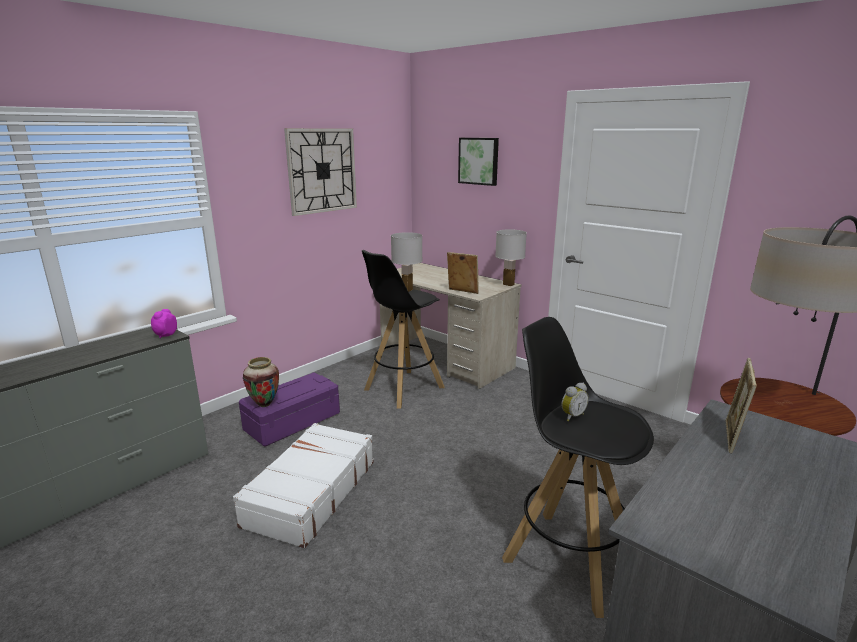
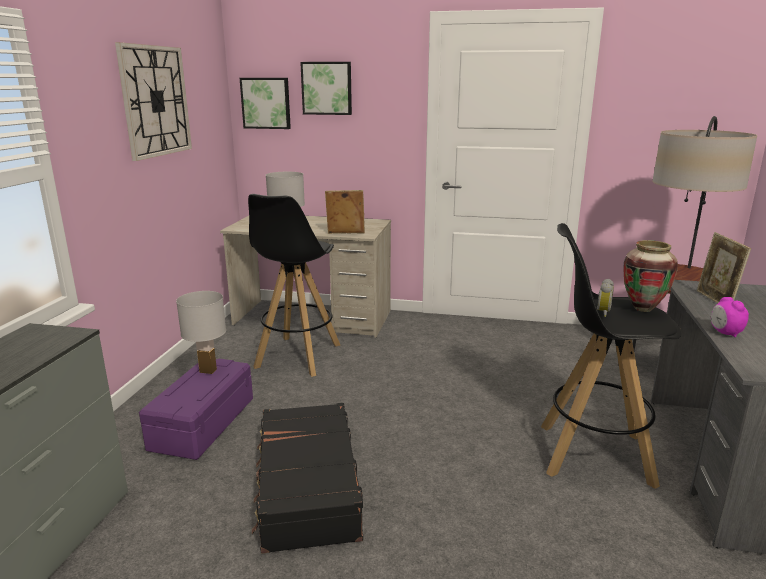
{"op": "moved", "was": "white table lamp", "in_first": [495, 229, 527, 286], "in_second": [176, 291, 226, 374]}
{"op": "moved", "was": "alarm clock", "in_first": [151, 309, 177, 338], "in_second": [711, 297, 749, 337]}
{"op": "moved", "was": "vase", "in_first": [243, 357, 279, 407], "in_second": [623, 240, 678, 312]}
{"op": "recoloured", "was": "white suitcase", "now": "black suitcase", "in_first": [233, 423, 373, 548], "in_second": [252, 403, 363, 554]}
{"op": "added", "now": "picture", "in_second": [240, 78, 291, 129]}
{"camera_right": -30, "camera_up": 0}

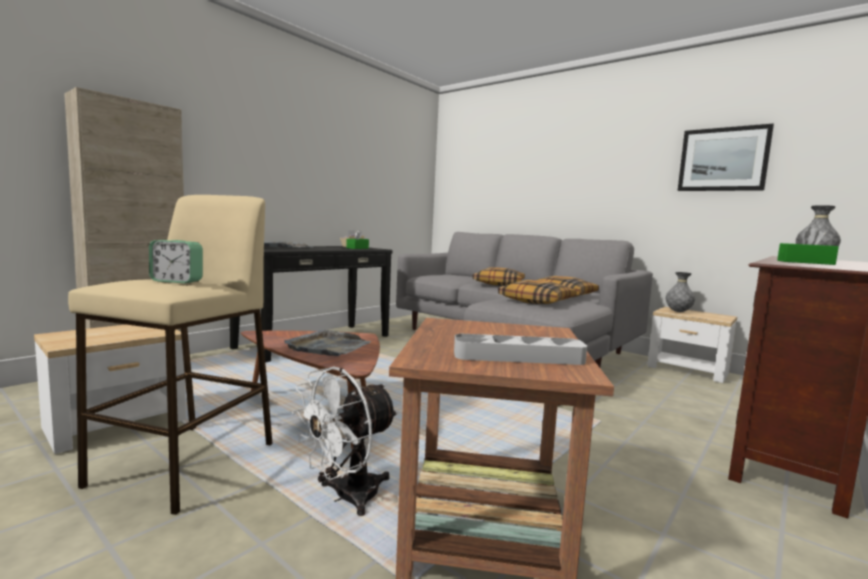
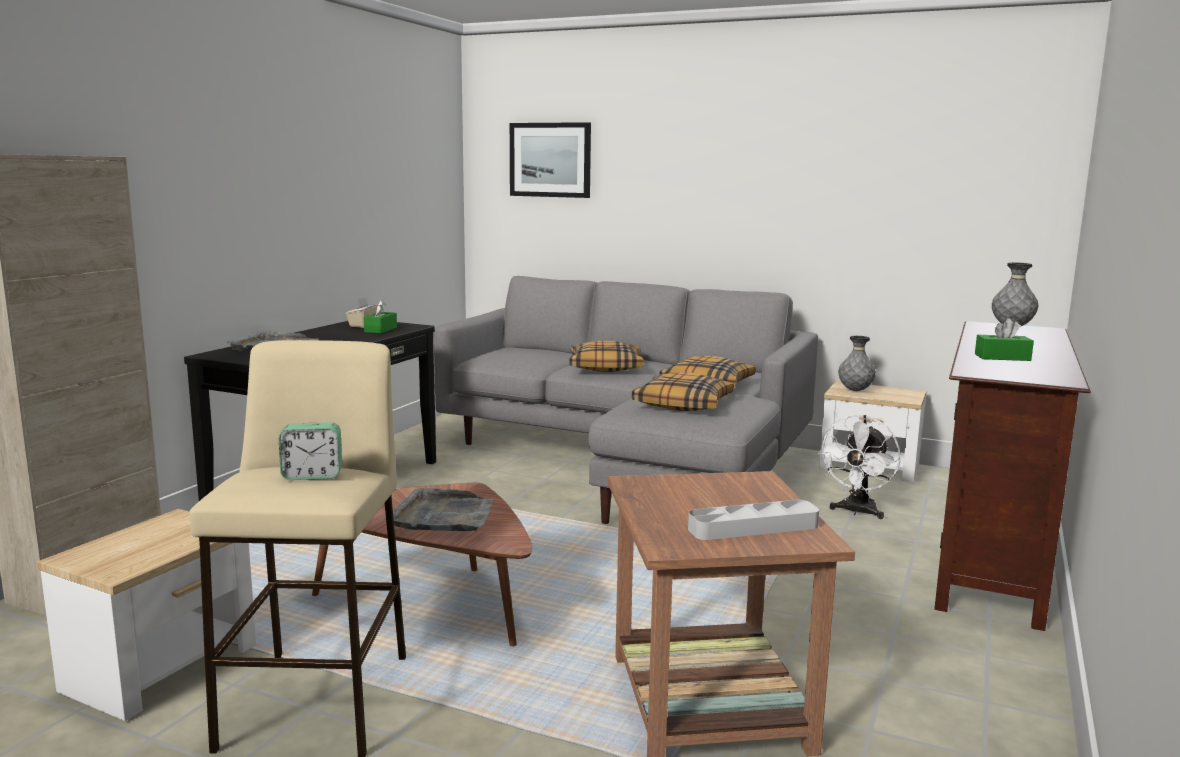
{"op": "moved", "was": "picture", "in_first": [678, 123, 774, 191], "in_second": [510, 122, 591, 198]}
{"op": "moved", "was": "white fan", "in_first": [292, 366, 398, 516], "in_second": [818, 415, 900, 519]}
{"camera_right": -15, "camera_up": 5}

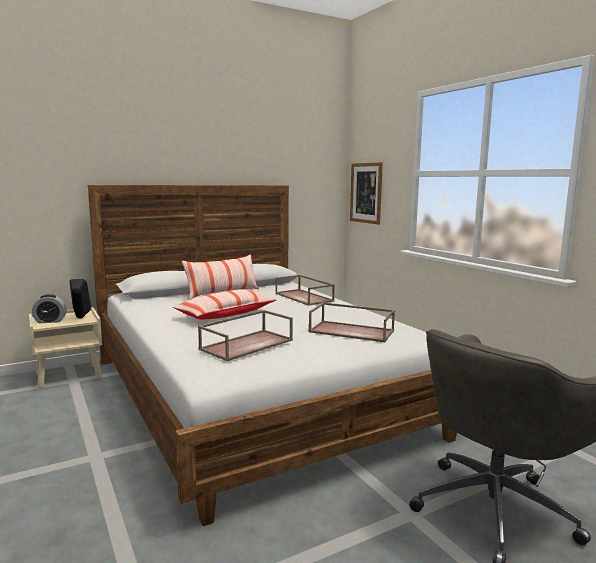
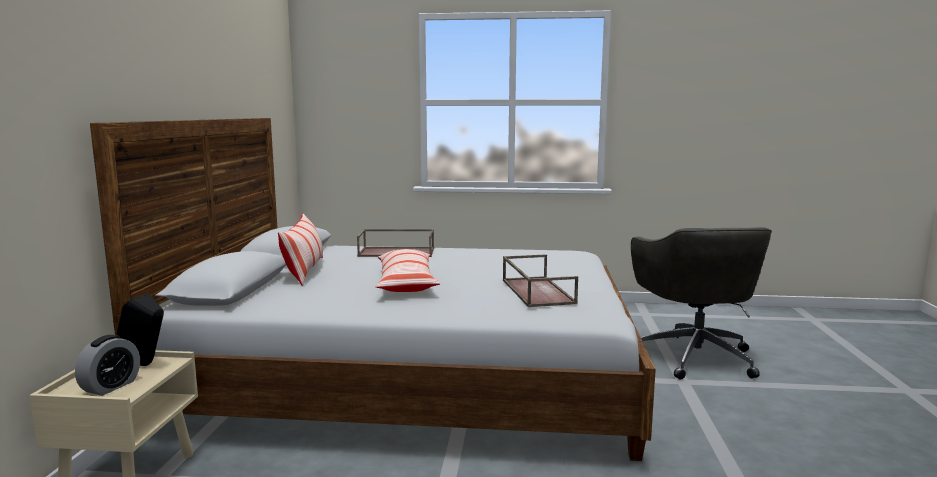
{"op": "removed", "was": "picture", "in_first": [350, 162, 383, 225]}
{"op": "removed", "was": "brown tray", "in_first": [309, 302, 395, 342]}
{"camera_right": -55, "camera_up": 0}

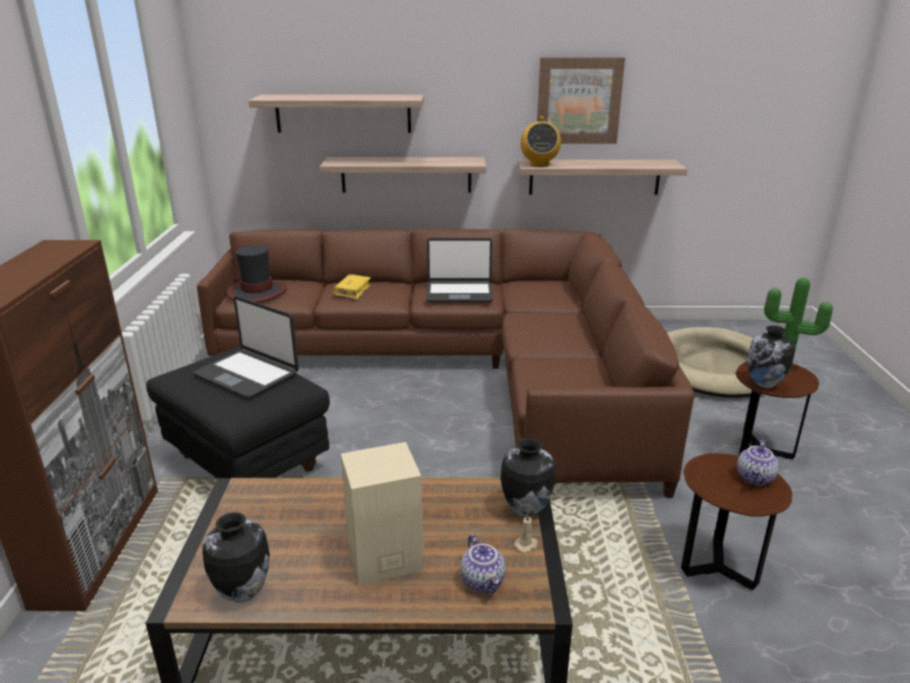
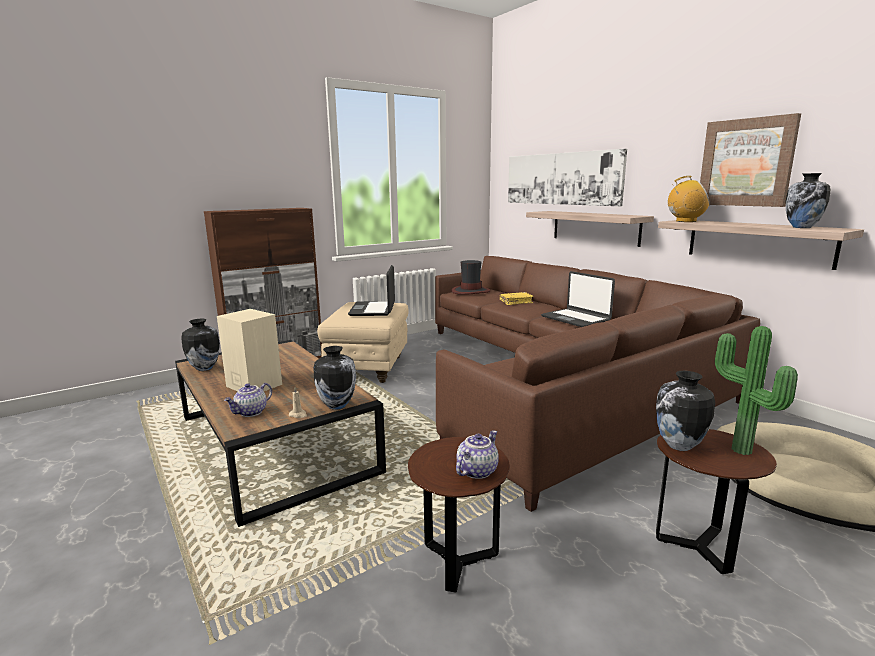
{"op": "replaced", "was": "shelf", "now": "picture", "in_first": [249, 95, 424, 133], "in_second": [508, 149, 627, 206]}
{"op": "turned", "was": "radio", "in_first": [521, 116, 561, 167], "in_second": [668, 176, 710, 222], "clockwise": -135}
{"op": "recoloured", "was": "black ottoman", "now": "beige ottoman", "in_first": [146, 346, 330, 478], "in_second": [317, 302, 408, 383]}
{"op": "turned", "was": "teapot", "in_first": [737, 440, 779, 486], "in_second": [456, 431, 499, 479], "clockwise": 135}
{"op": "added", "now": "vase", "in_second": [786, 173, 831, 228]}
{"camera_right": 55, "camera_up": -10}

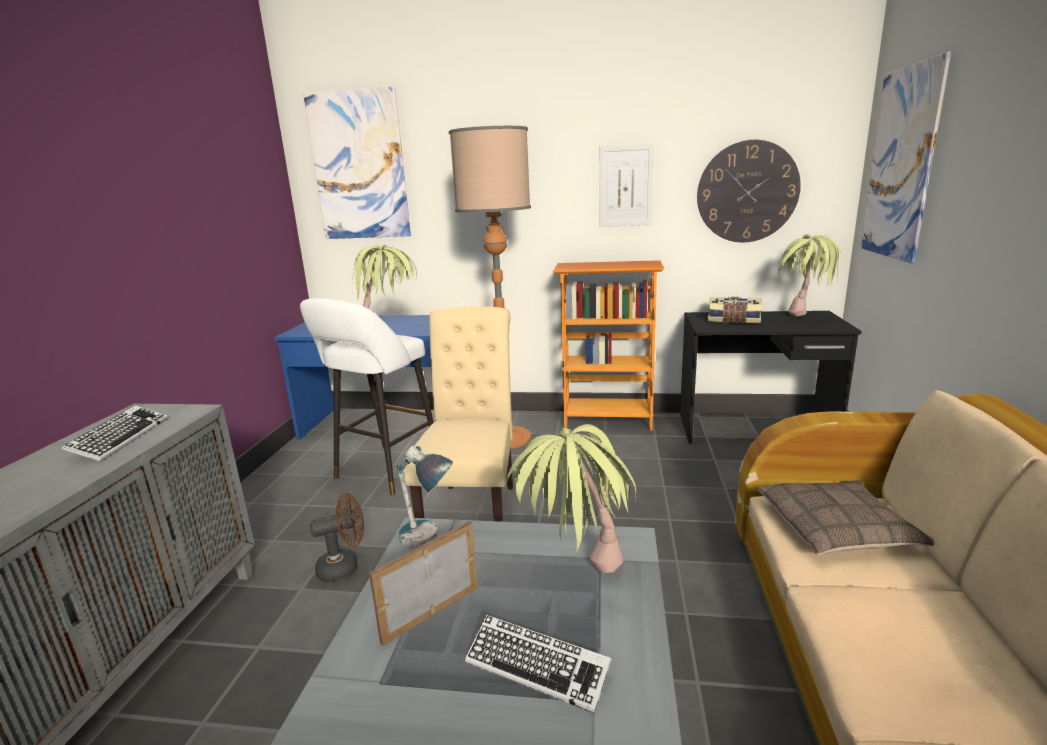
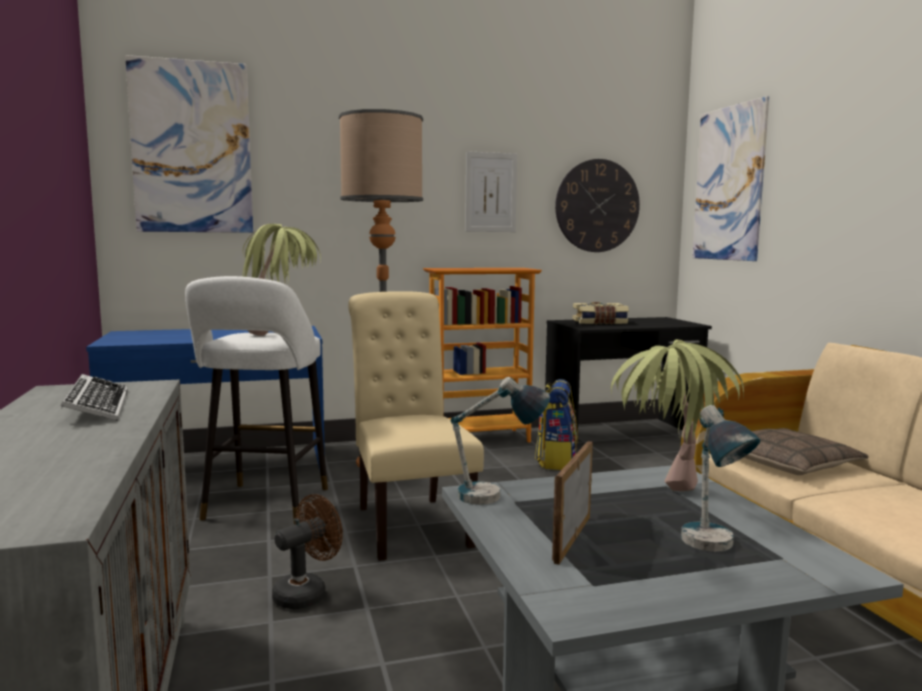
{"op": "removed", "was": "potted plant", "in_first": [778, 235, 843, 317]}
{"op": "replaced", "was": "keyboard", "now": "table lamp", "in_first": [465, 615, 611, 714], "in_second": [681, 405, 761, 552]}
{"op": "added", "now": "backpack", "in_second": [535, 379, 578, 470]}
{"camera_right": -25, "camera_up": -10}

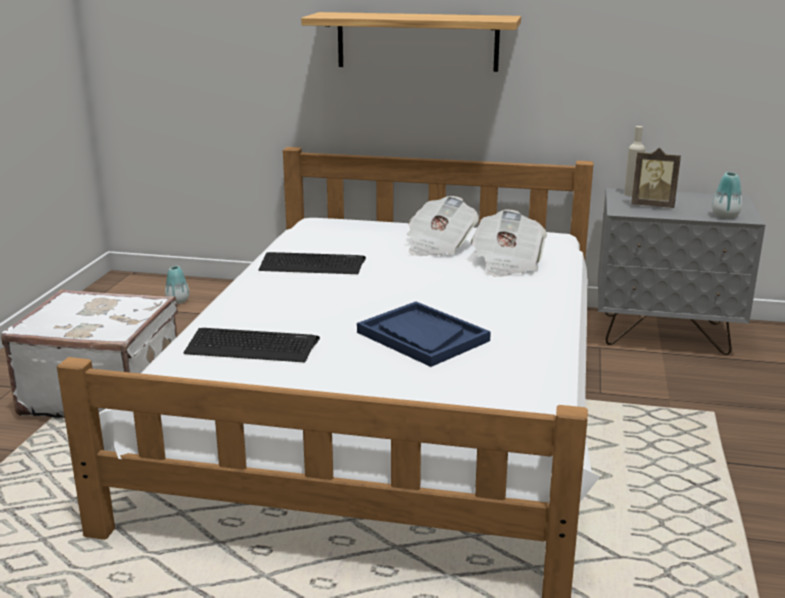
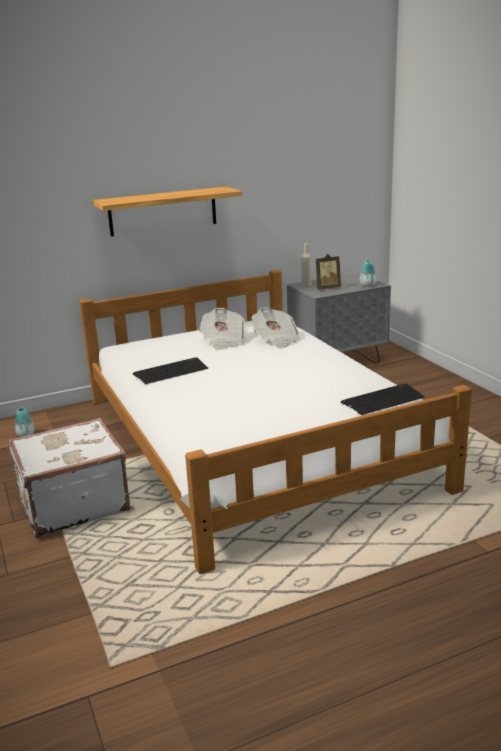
{"op": "removed", "was": "blue tray", "in_first": [357, 302, 491, 367]}
{"op": "moved", "was": "keyboard", "in_first": [184, 328, 320, 362], "in_second": [341, 384, 425, 415]}
{"camera_right": -35, "camera_up": 0}

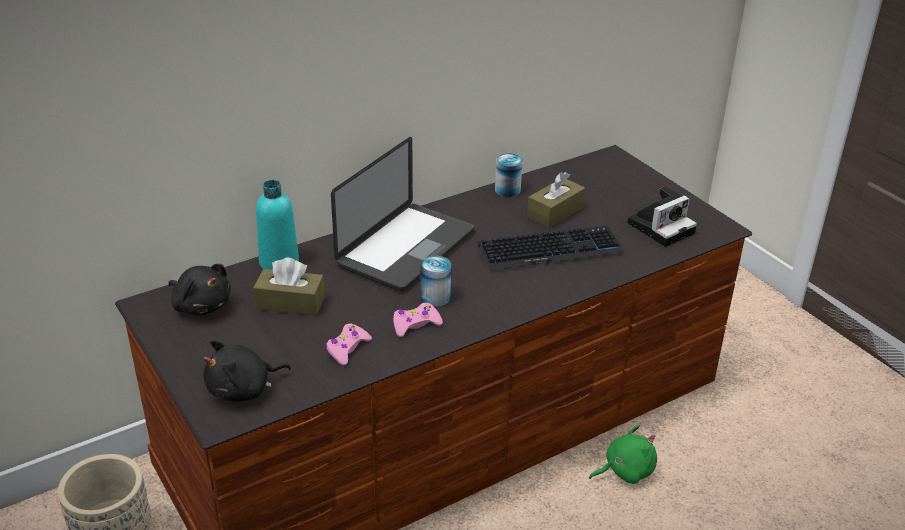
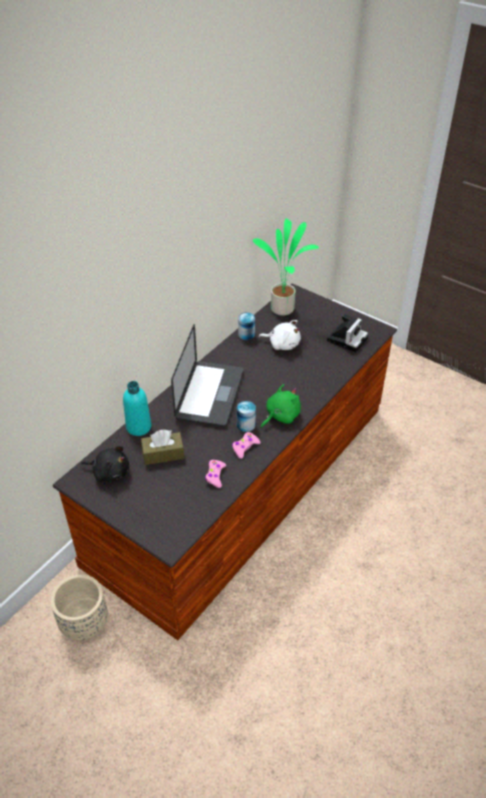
{"op": "replaced", "was": "brown tissue box", "now": "white plush toy", "in_first": [527, 172, 585, 228], "in_second": [259, 320, 301, 350]}
{"op": "removed", "was": "keyboard", "in_first": [478, 225, 624, 271]}
{"op": "removed", "was": "black plush toy", "in_first": [203, 340, 291, 402]}
{"op": "moved", "was": "green plush toy", "in_first": [589, 425, 657, 484], "in_second": [260, 384, 301, 428]}
{"op": "added", "now": "potted plant", "in_second": [253, 218, 319, 315]}
{"camera_right": -20, "camera_up": 10}

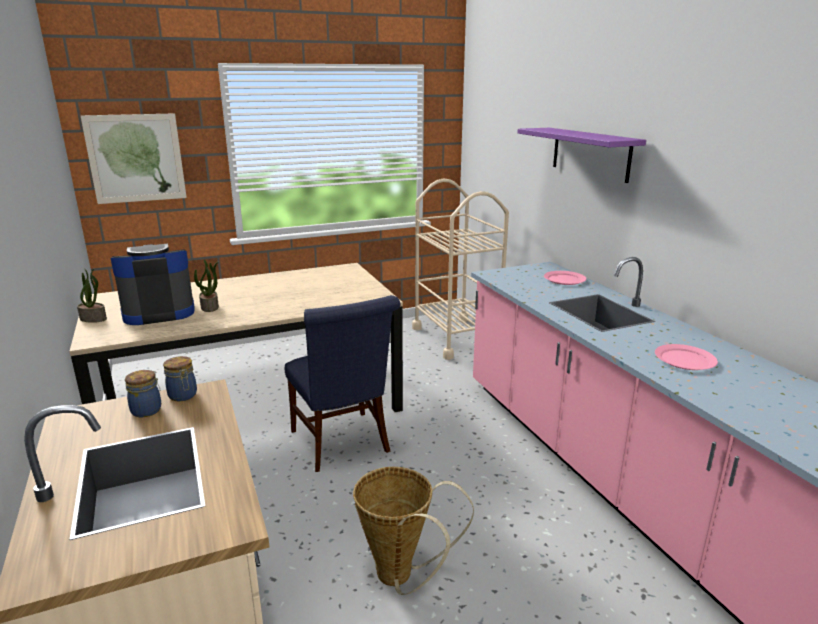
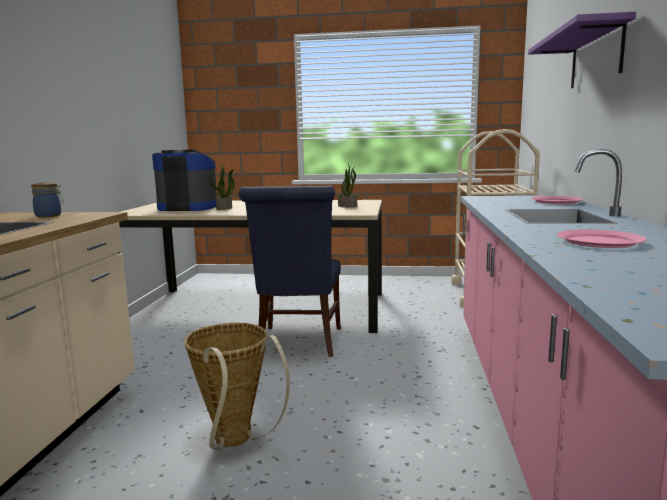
{"op": "removed", "was": "picture", "in_first": [81, 113, 187, 204]}
{"op": "moved", "was": "potted plant", "in_first": [77, 268, 107, 323], "in_second": [338, 164, 357, 208]}
{"op": "removed", "was": "jar", "in_first": [163, 356, 197, 401]}
{"camera_right": 30, "camera_up": -10}

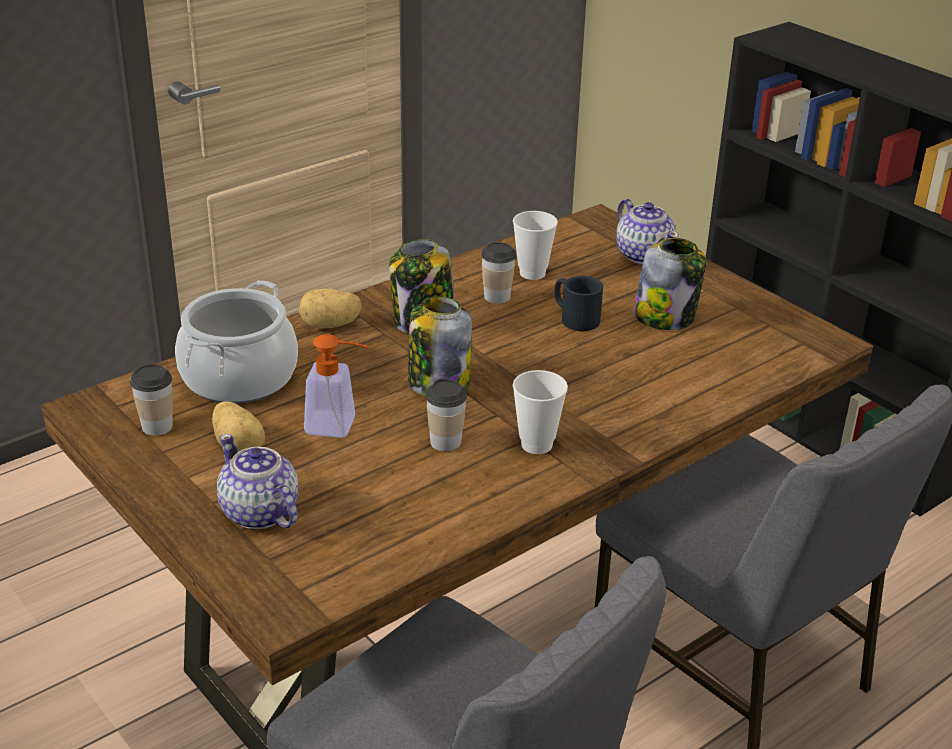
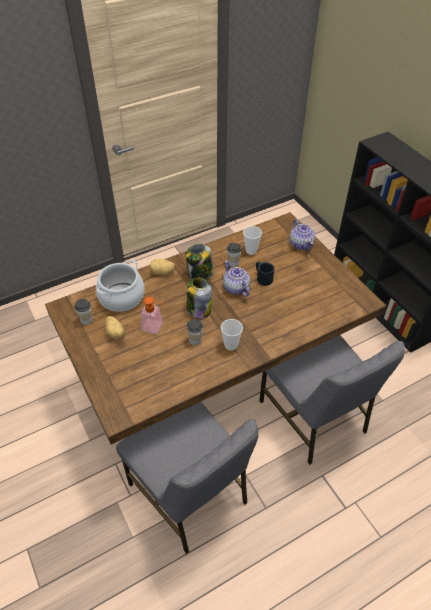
{"op": "removed", "was": "jar", "in_first": [634, 238, 707, 330]}
{"op": "moved", "was": "teapot", "in_first": [217, 434, 299, 529], "in_second": [223, 260, 250, 297]}
{"camera_right": 10, "camera_up": 15}

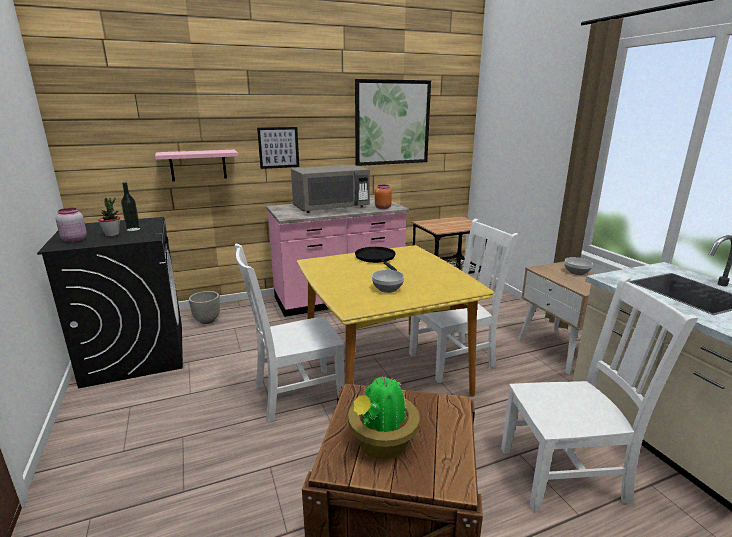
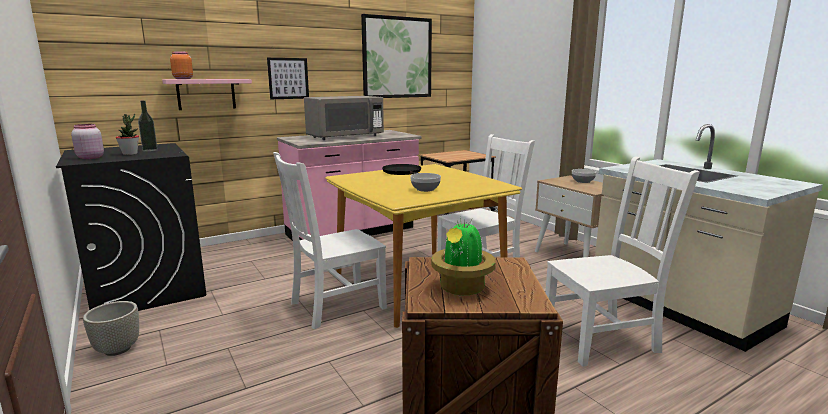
{"op": "moved", "was": "orange jar", "in_first": [375, 185, 392, 209], "in_second": [170, 51, 193, 79]}
{"op": "moved", "was": "grey planter", "in_first": [189, 291, 220, 324], "in_second": [83, 301, 139, 356]}
{"camera_right": -10, "camera_up": -5}

